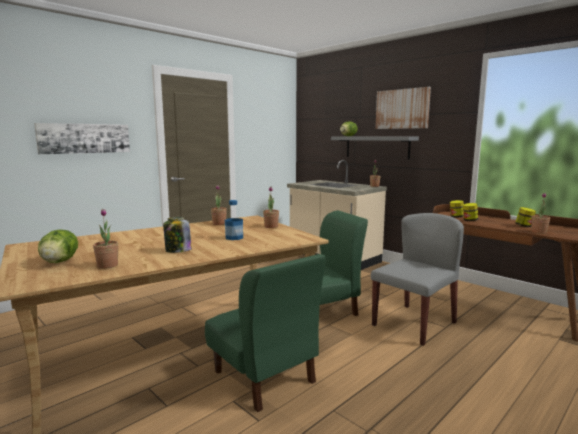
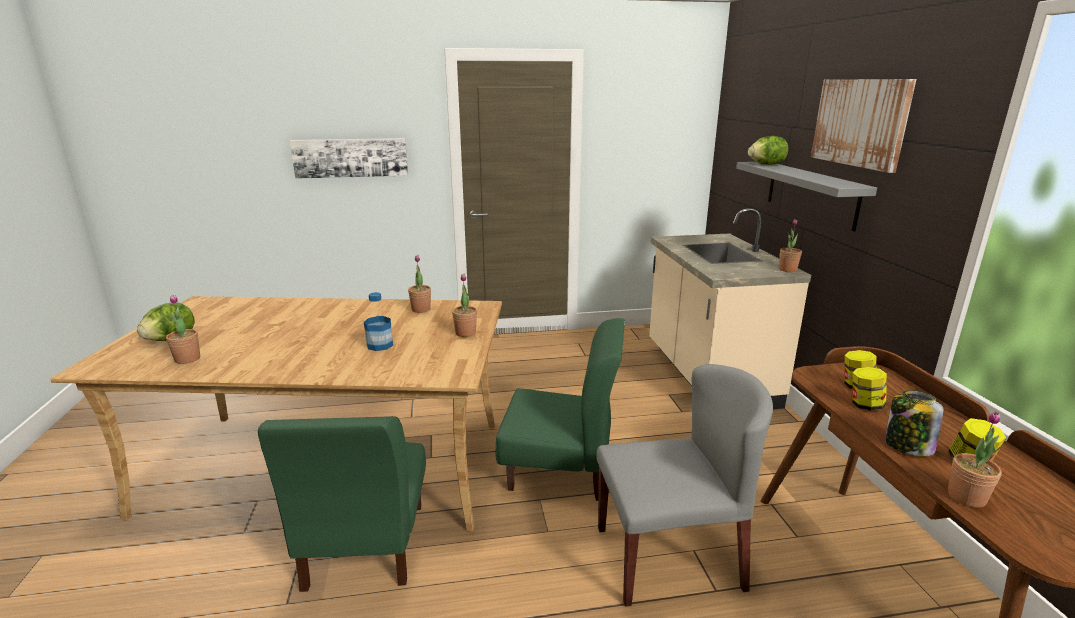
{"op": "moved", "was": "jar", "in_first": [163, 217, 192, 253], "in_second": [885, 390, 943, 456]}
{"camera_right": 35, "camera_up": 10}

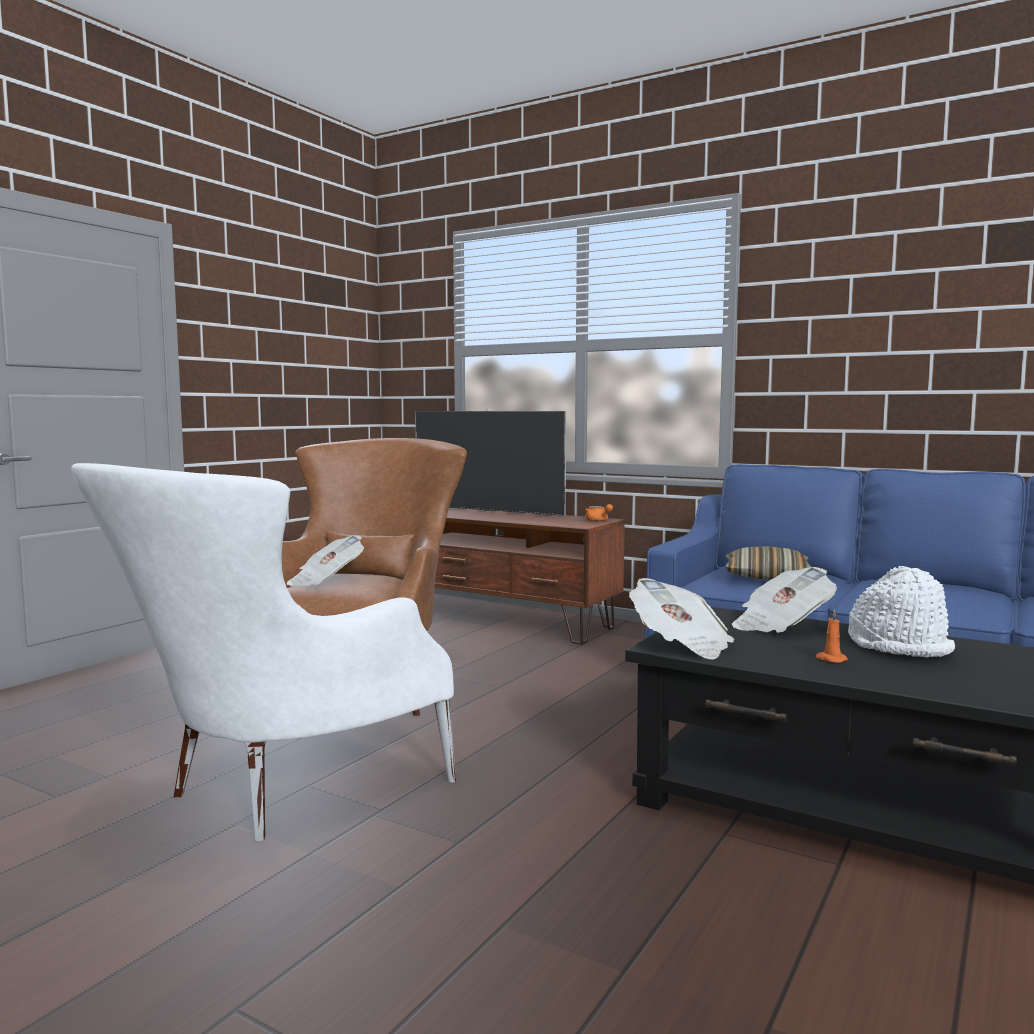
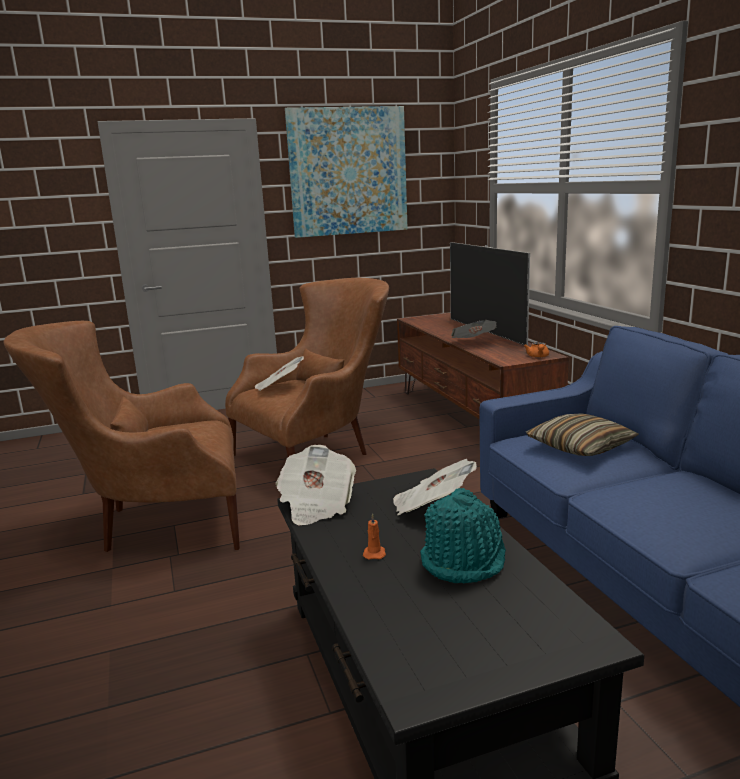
{"op": "recoloured", "was": "white armchair", "now": "brown armchair", "in_first": [71, 463, 456, 841], "in_second": [4, 321, 240, 552]}
{"op": "recoloured", "was": "white hat", "now": "turquoise hat", "in_first": [848, 566, 955, 658], "in_second": [420, 488, 506, 584]}
{"op": "added", "now": "picture", "in_second": [285, 106, 408, 238]}
{"op": "added", "now": "newspaper", "in_second": [451, 320, 497, 338]}
{"camera_right": 40, "camera_up": 10}

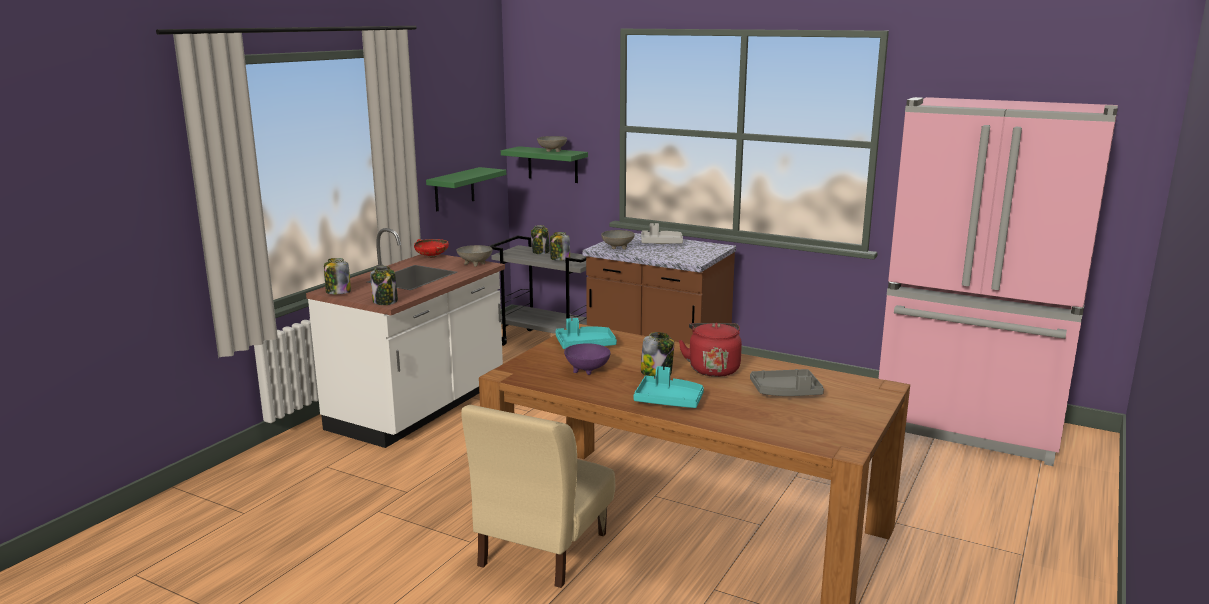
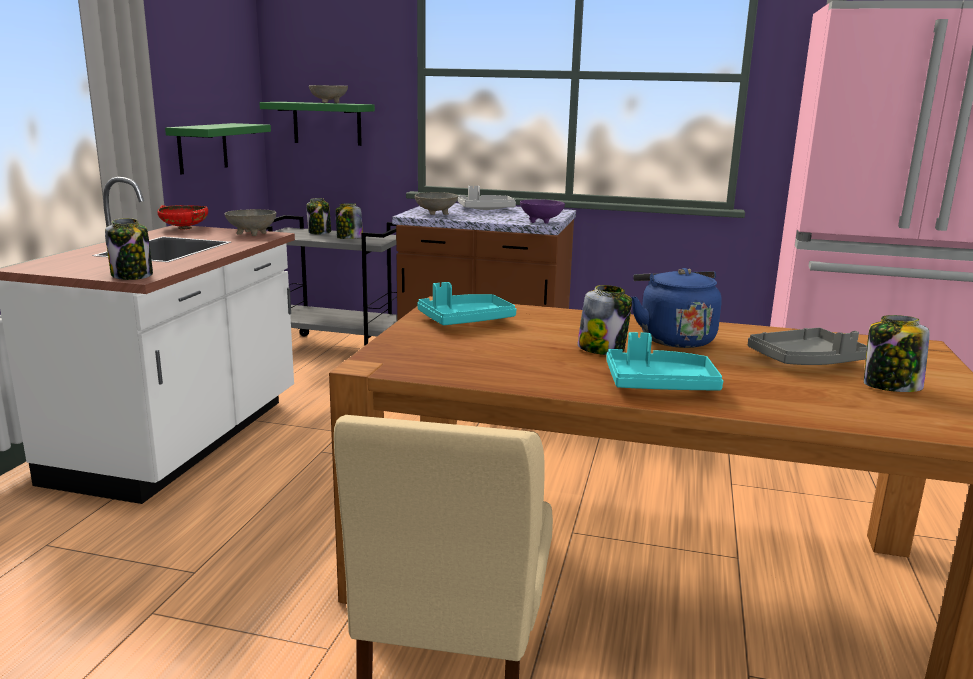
{"op": "moved", "was": "jar", "in_first": [324, 258, 351, 294], "in_second": [864, 315, 929, 392]}
{"op": "recoloured", "was": "red kettle", "now": "blue kettle", "in_first": [679, 323, 742, 377], "in_second": [631, 268, 722, 348]}
{"op": "moved", "was": "purple bowl", "in_first": [564, 343, 611, 375], "in_second": [520, 199, 565, 224]}
{"camera_right": -15, "camera_up": 0}

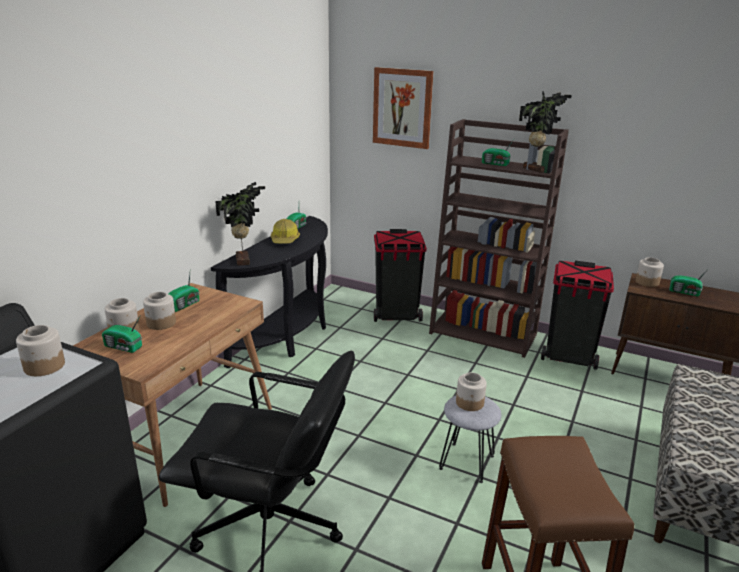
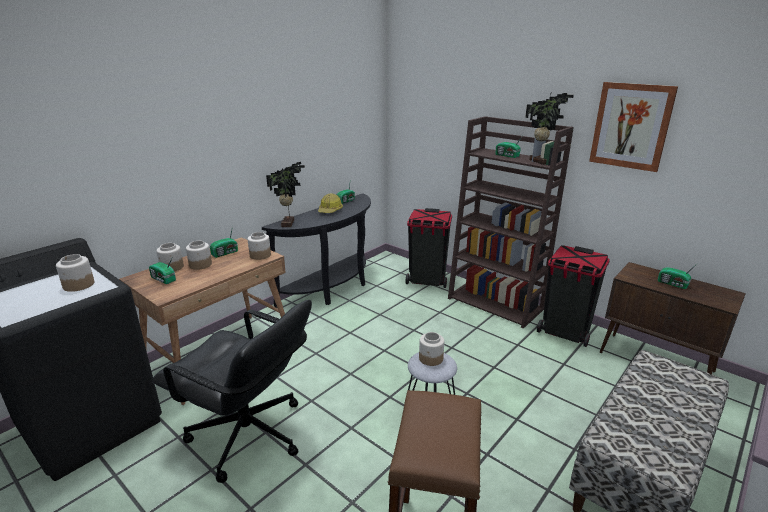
{"op": "moved", "was": "picture", "in_first": [373, 67, 433, 149], "in_second": [589, 82, 678, 172]}
{"op": "moved", "was": "jar", "in_first": [636, 257, 664, 287], "in_second": [248, 232, 271, 260]}
{"camera_right": 15, "camera_up": 0}

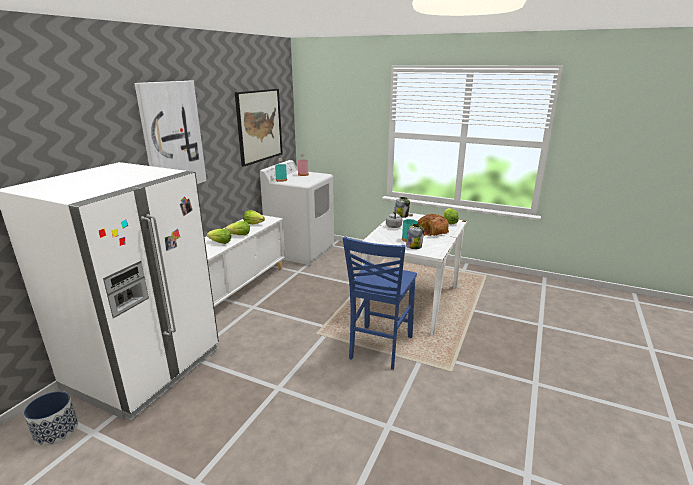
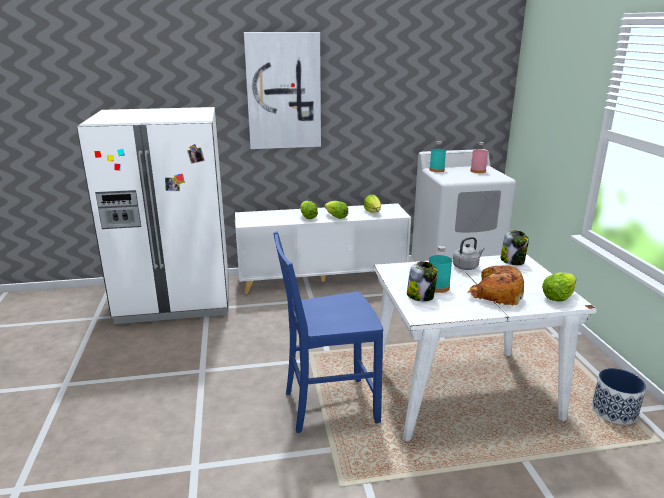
{"op": "removed", "was": "picture", "in_first": [235, 89, 283, 166]}
{"op": "moved", "was": "planter", "in_first": [24, 391, 78, 446], "in_second": [592, 368, 646, 425]}
{"camera_right": 55, "camera_up": 0}

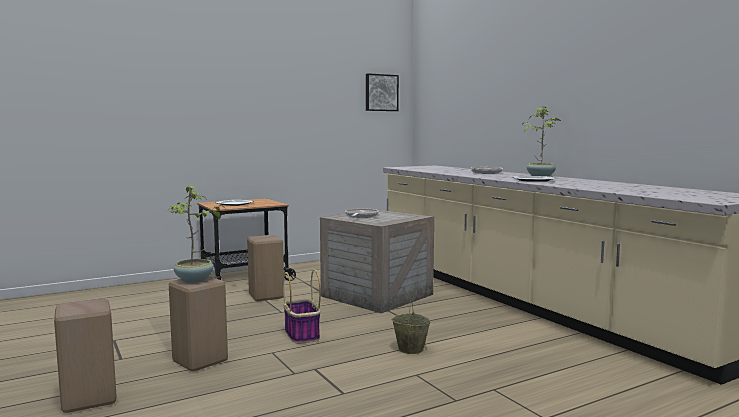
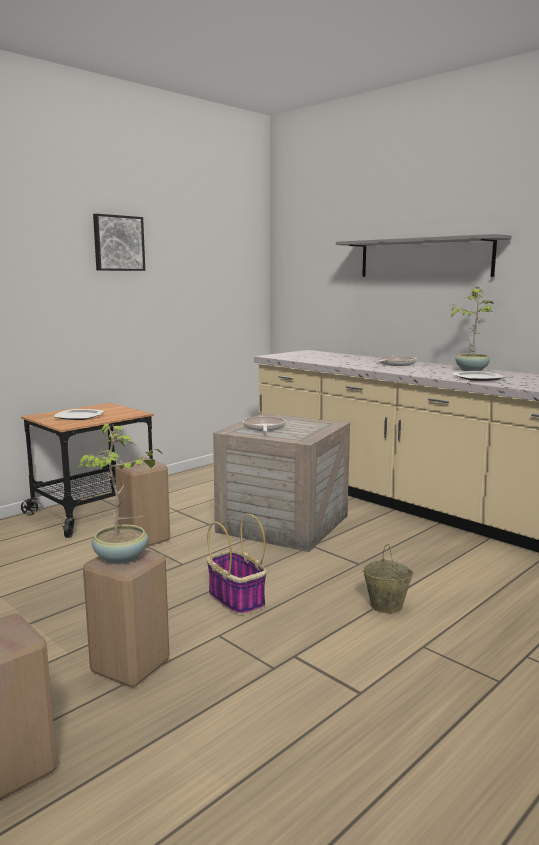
{"op": "moved", "was": "picture", "in_first": [366, 73, 399, 111], "in_second": [93, 214, 145, 271]}
{"op": "added", "now": "grey shelf", "in_second": [336, 234, 512, 277]}
{"camera_right": -15, "camera_up": 5}

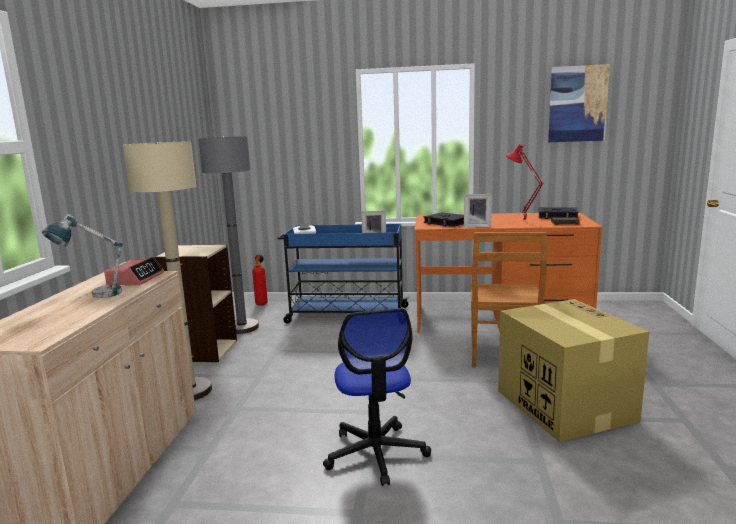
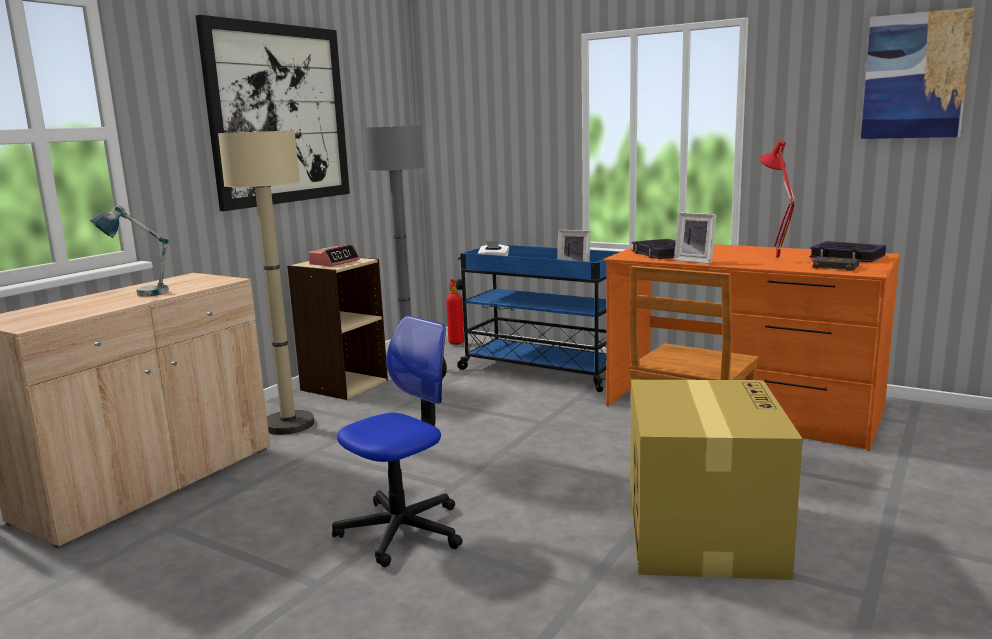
{"op": "moved", "was": "alarm clock", "in_first": [104, 256, 164, 285], "in_second": [308, 244, 360, 266]}
{"op": "turned", "was": "office chair", "in_first": [323, 308, 431, 486], "in_second": [332, 316, 463, 567], "clockwise": -150}
{"op": "added", "now": "picture", "in_second": [196, 15, 350, 211]}
{"camera_right": 25, "camera_up": 0}

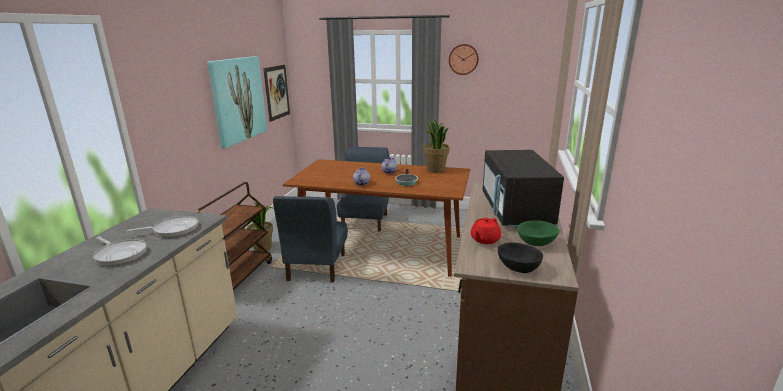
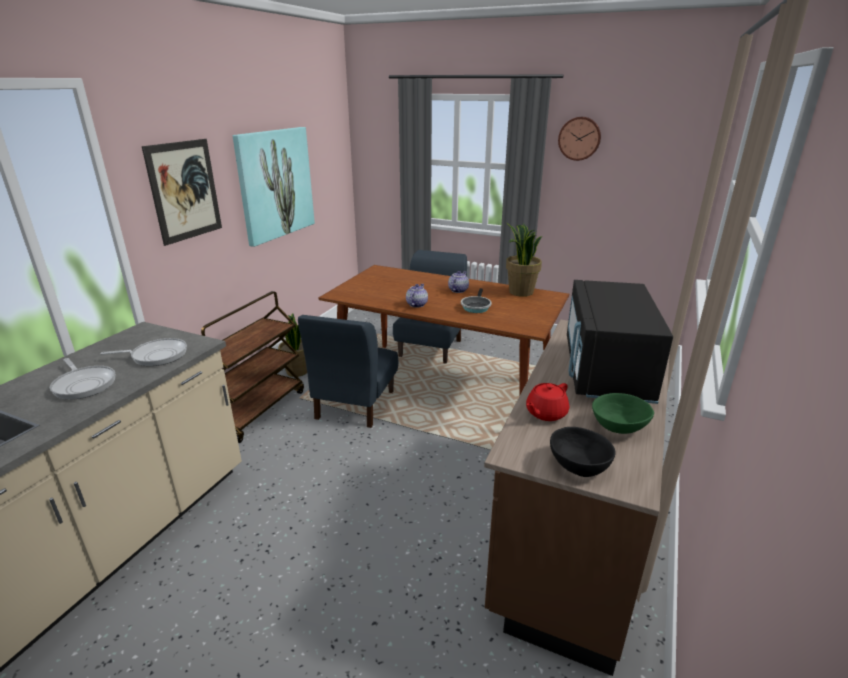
{"op": "moved", "was": "picture", "in_first": [263, 65, 290, 122], "in_second": [142, 139, 222, 246]}
{"camera_right": 10, "camera_up": 5}

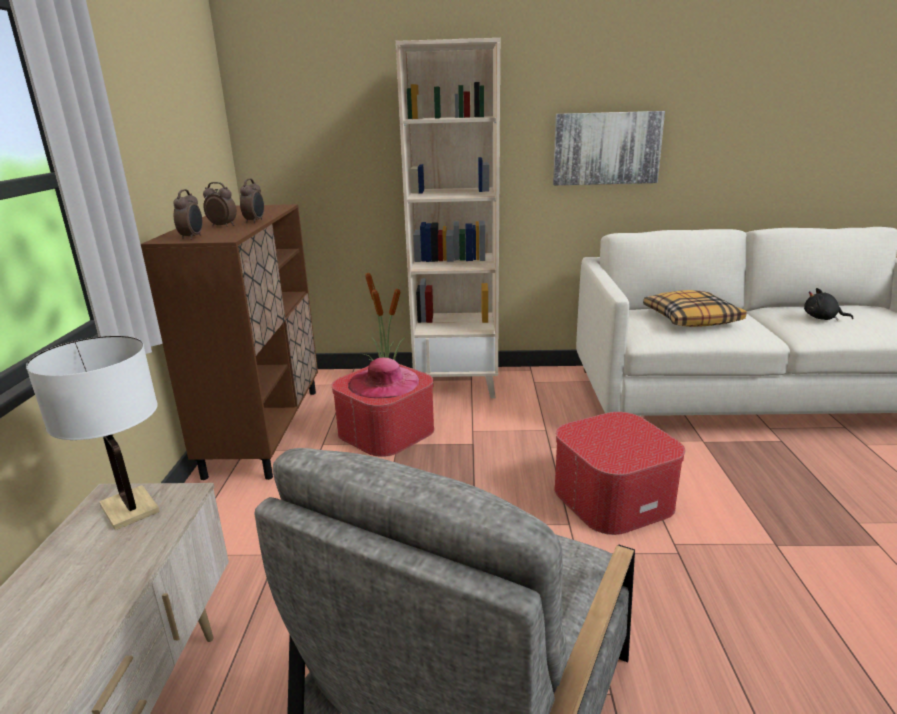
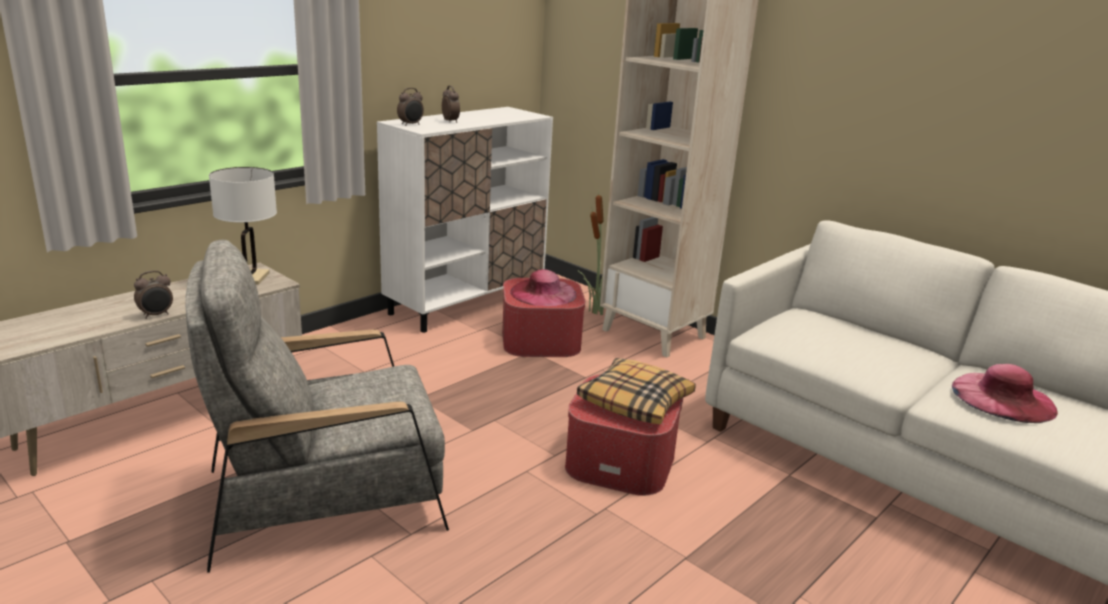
{"op": "removed", "was": "picture", "in_first": [553, 111, 665, 185]}
{"op": "moved", "was": "alarm clock", "in_first": [240, 178, 264, 223], "in_second": [134, 270, 173, 319]}
{"op": "recoloured", "was": "brown cabinet", "now": "white cabinet", "in_first": [141, 204, 318, 480], "in_second": [377, 107, 553, 333]}
{"op": "replaced", "was": "black plush toy", "now": "pink hat", "in_first": [804, 288, 853, 321], "in_second": [952, 364, 1058, 423]}
{"op": "moved", "was": "pillow", "in_first": [643, 290, 747, 327], "in_second": [577, 358, 696, 424]}
{"camera_right": 40, "camera_up": 0}

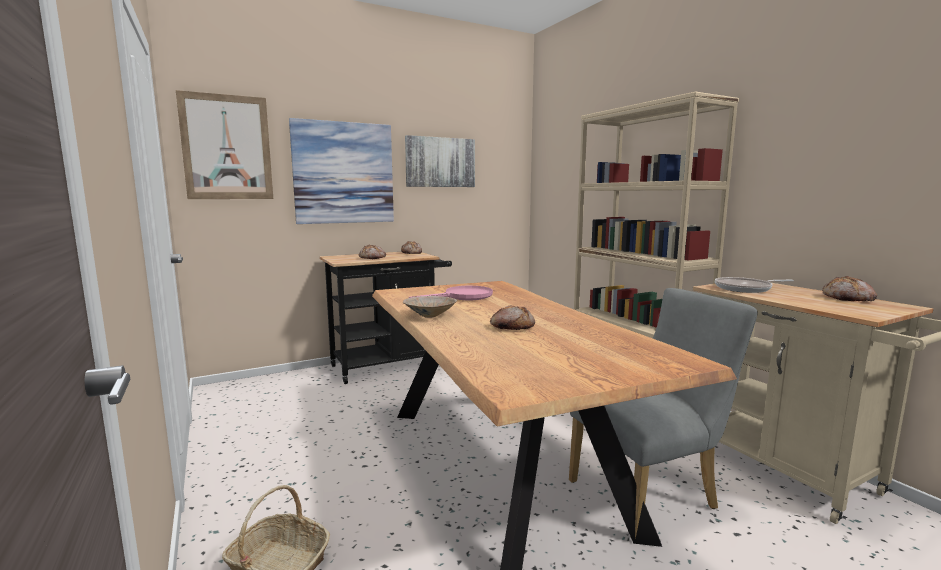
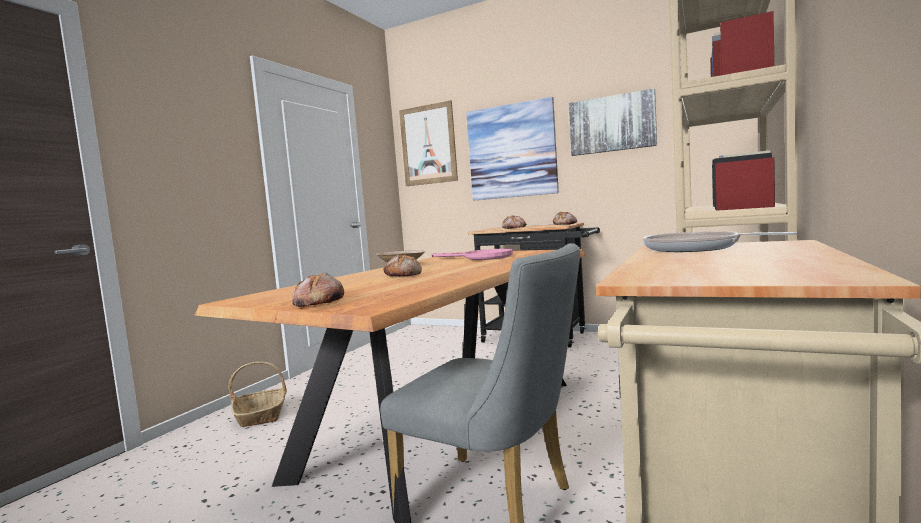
{"op": "moved", "was": "bread", "in_first": [822, 276, 877, 301], "in_second": [292, 273, 344, 307]}
{"camera_right": 55, "camera_up": -5}

